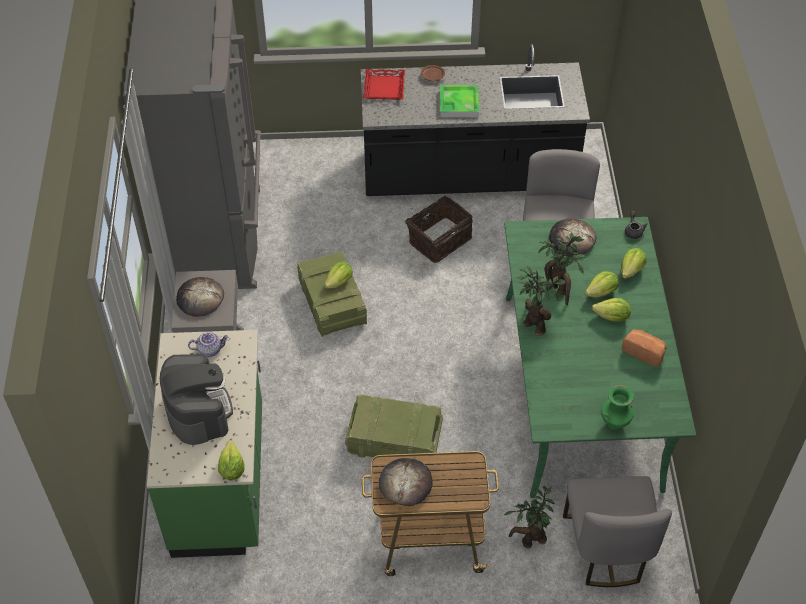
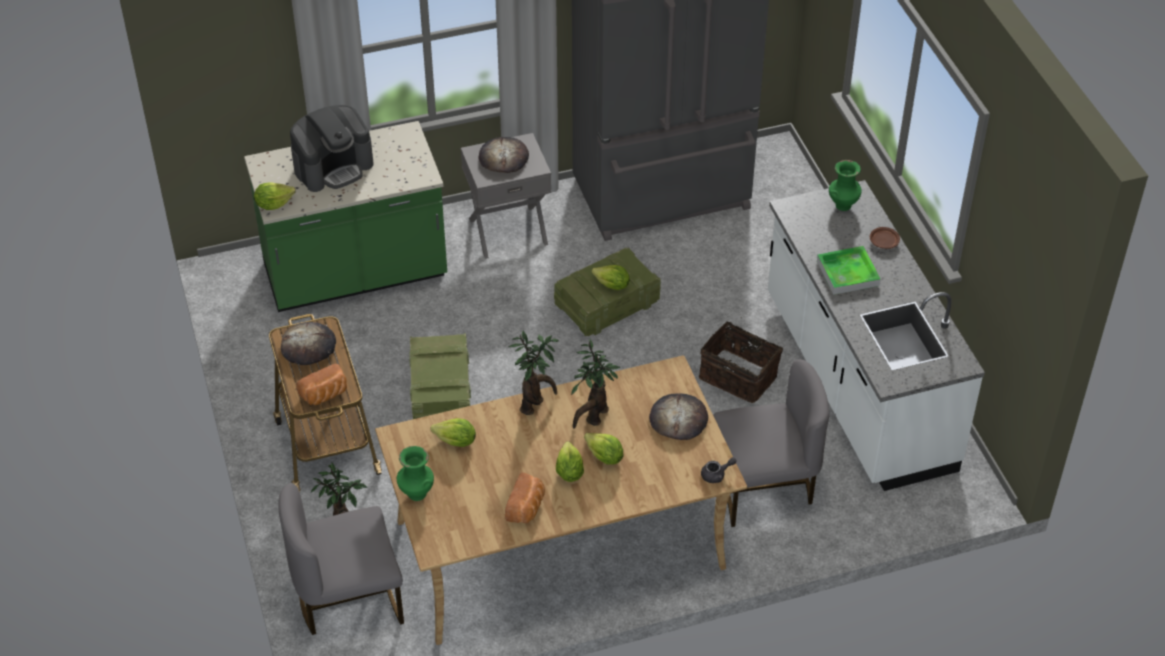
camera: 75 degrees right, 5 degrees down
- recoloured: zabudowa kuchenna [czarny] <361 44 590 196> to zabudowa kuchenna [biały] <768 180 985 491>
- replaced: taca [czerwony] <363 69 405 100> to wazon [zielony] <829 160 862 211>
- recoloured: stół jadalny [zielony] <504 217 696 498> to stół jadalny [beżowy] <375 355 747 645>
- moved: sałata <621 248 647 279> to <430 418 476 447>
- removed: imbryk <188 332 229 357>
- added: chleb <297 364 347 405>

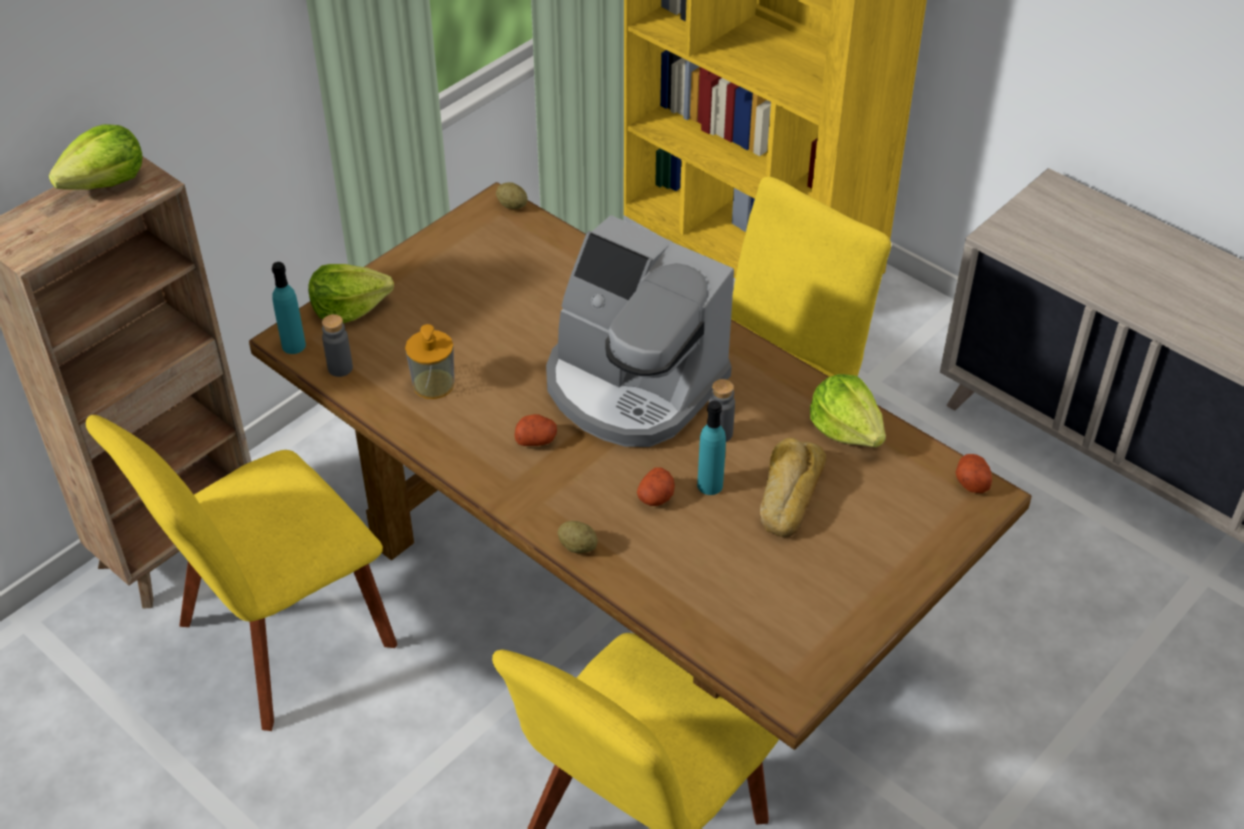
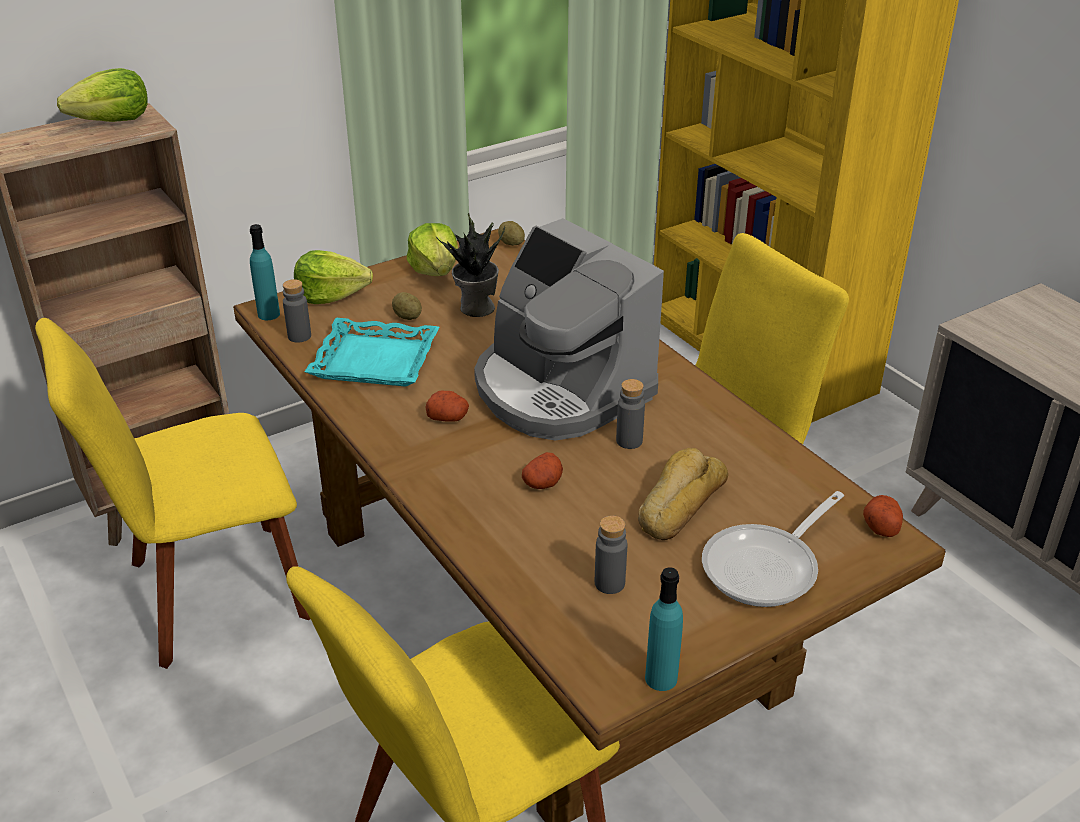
camera: 15 degrees right, 10 degrees down
- replaced: dozownik mydła <405 324 454 399> to taca [turkusowy] <305 318 439 387>
- moved: sałata <810 374 886 447> to <407 223 458 276>
- moved: butelka [turkusowy] <697 401 726 495> to <645 567 683 691>
- moved: ziemniak <557 521 598 553> to <392 292 422 320>
- added: roślina doniczkowa <436 213 505 317>
- added: patelnia <702 491 844 607>
- added: butelka [szary] <595 516 627 594>

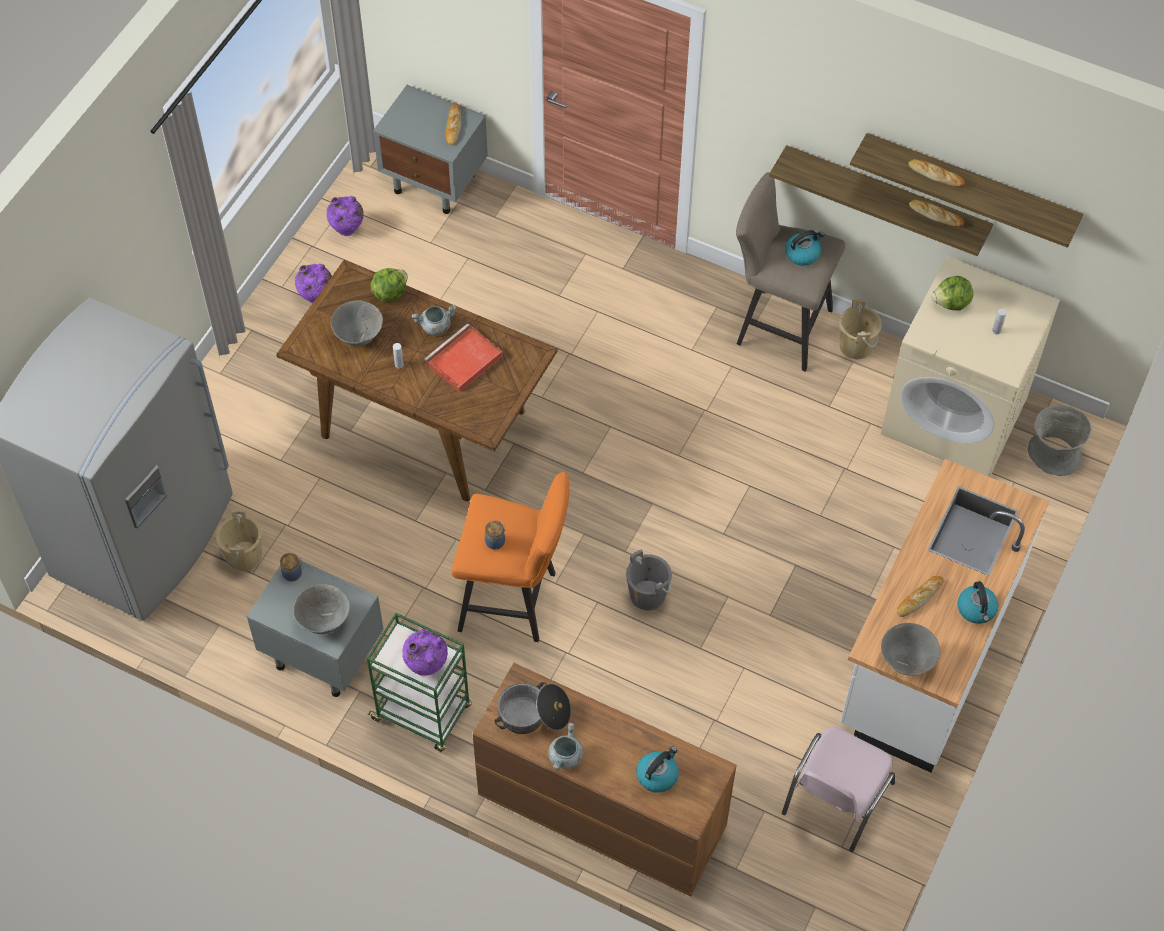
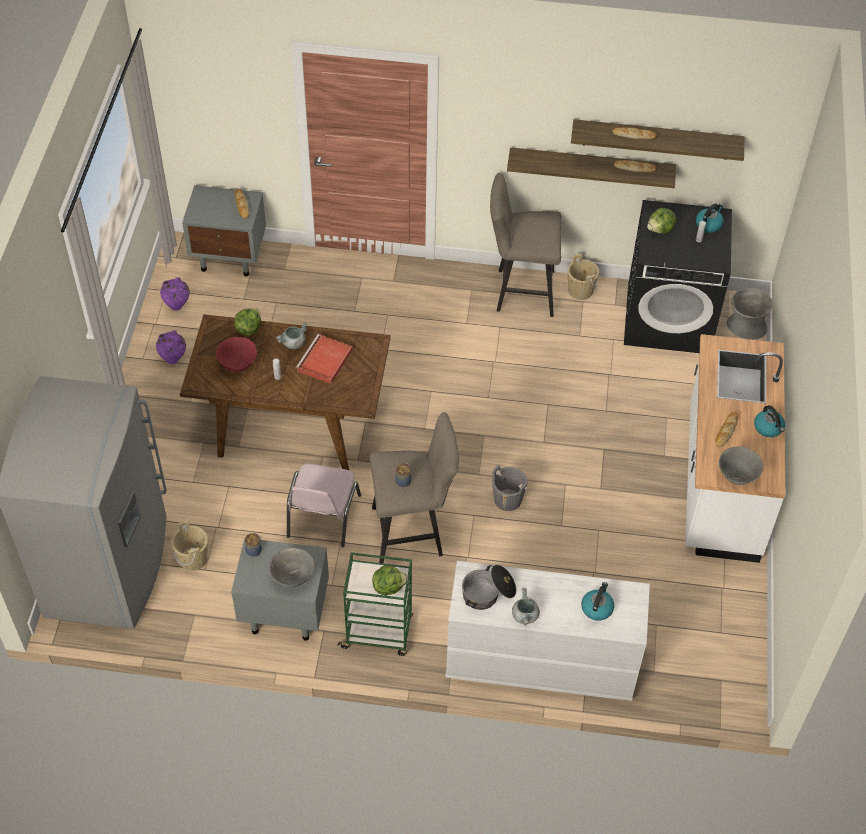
camera: 20 degrees left, 5 degrees down
- moved: czajnik <785 230 825 266> to <696 203 724 233>
- recoloured: pralka [beżowy] <881 256 1060 477> to pralka [czarny] <624 200 732 353>
- recoloured: miska [szary] <331 300 383 346> to miska [czerwony] <216 337 257 372>
- recoloured: stołek [pomarańczowy] <451 472 569 642> to stołek [beżowy] <369 412 459 563>
- replaced: wazon [fioletowy] <403 628 448 676> to sałata <372 565 408 595>
- recoloured: komoda [brązowy] <473 663 736 897> to komoda [biały] <446 561 650 701>
- moved: krzesło [różowy] <782 726 895 852> to <287 463 361 548>

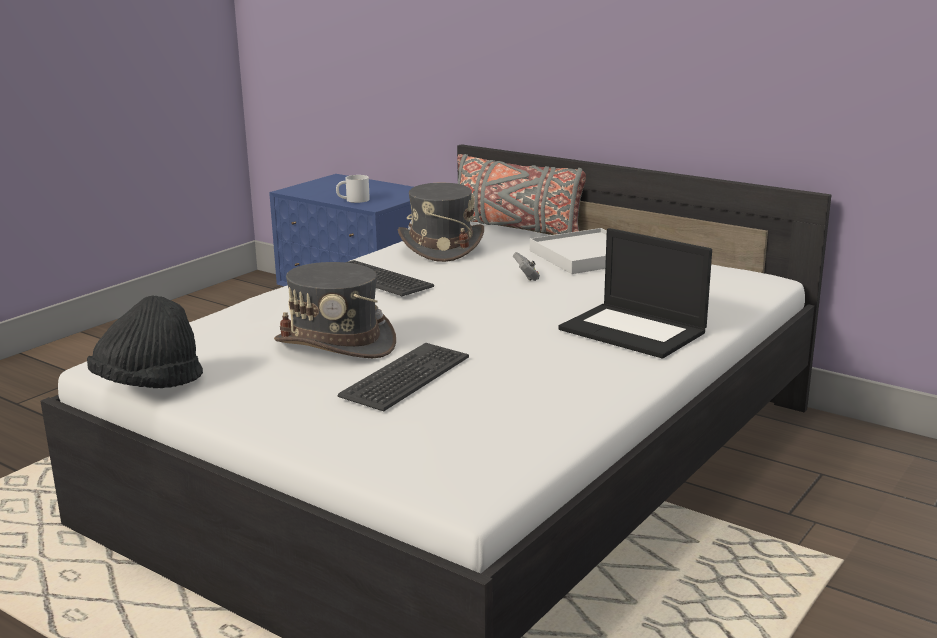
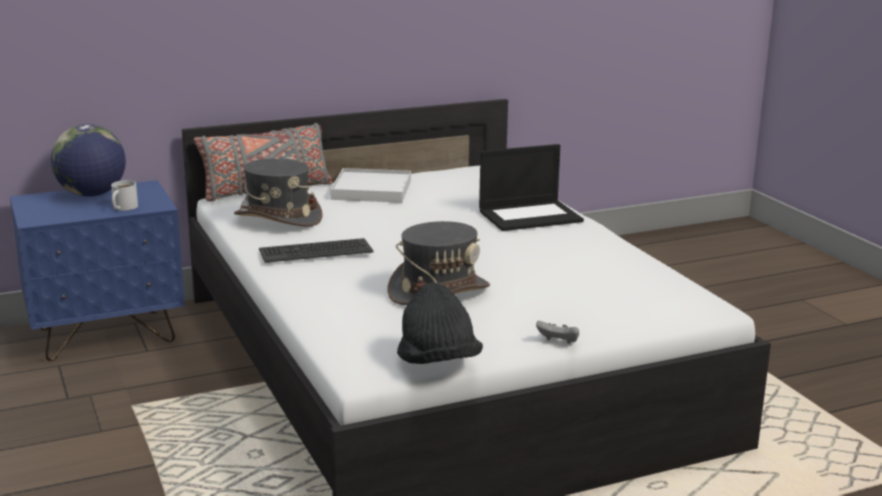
camera: 60 degrees left, 0 degrees up
- moved: pad do gier [szary] <513 252 540 281> to <536 321 579 344>
- removed: klawiatura <338 343 469 411>
- added: globus <51 124 126 197>

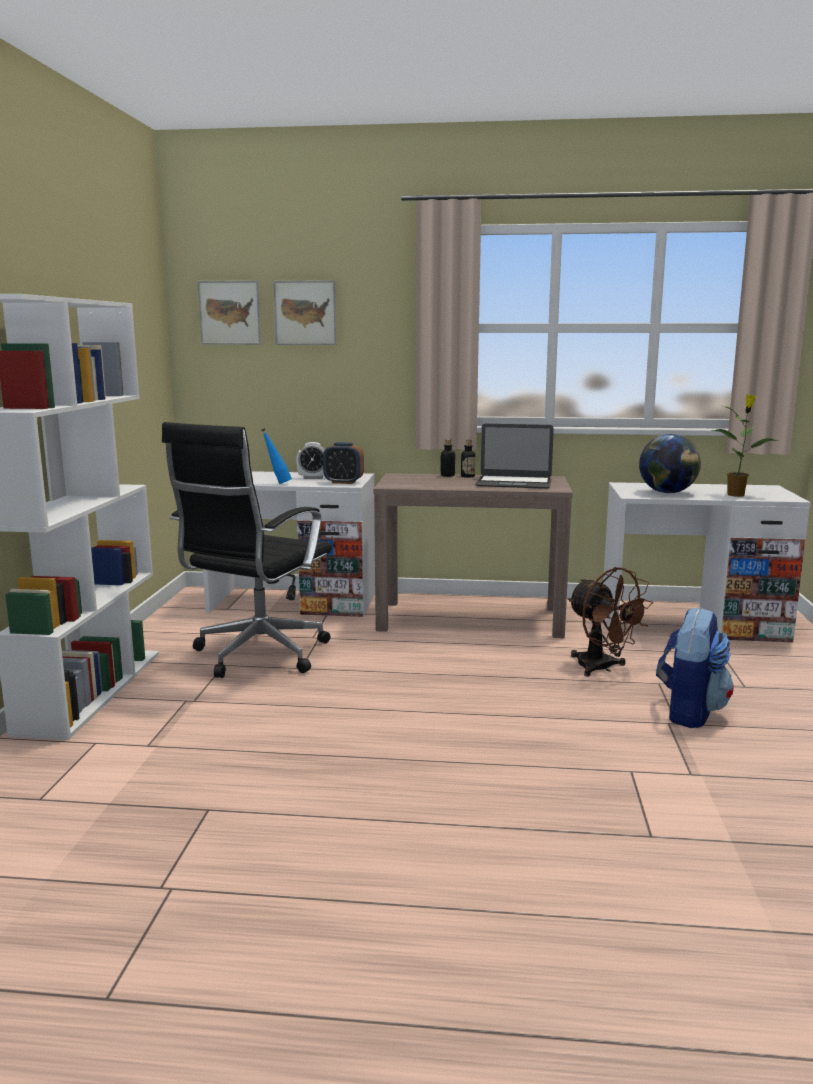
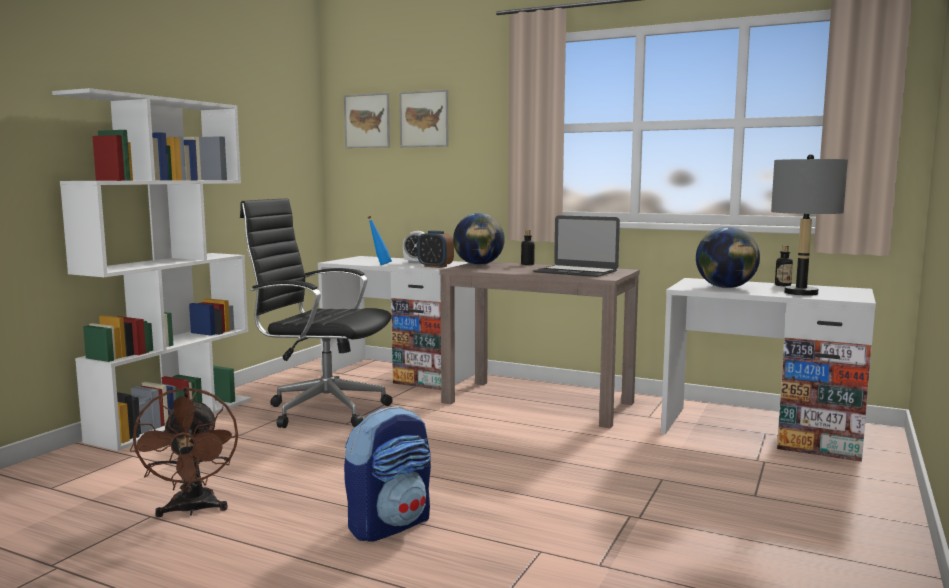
camera: 20 degrees right, 5 degrees down
- replaced: roślina doniczkowa <711 394 779 497> to lampa stołowa [szary] <771 154 848 296>
- turned: krzesło biurowe [czarny] <162 422 332 678> = <240 198 393 428> 60 degrees clockwise
- moved: butelka <461 440 475 478> to <775 246 793 286>
- moved: wentylator [brązowy] <568 567 653 677> to <130 387 238 517>
- moved: plecak <656 607 734 728> to <344 406 431 542>
- added: globus <453 213 505 265>

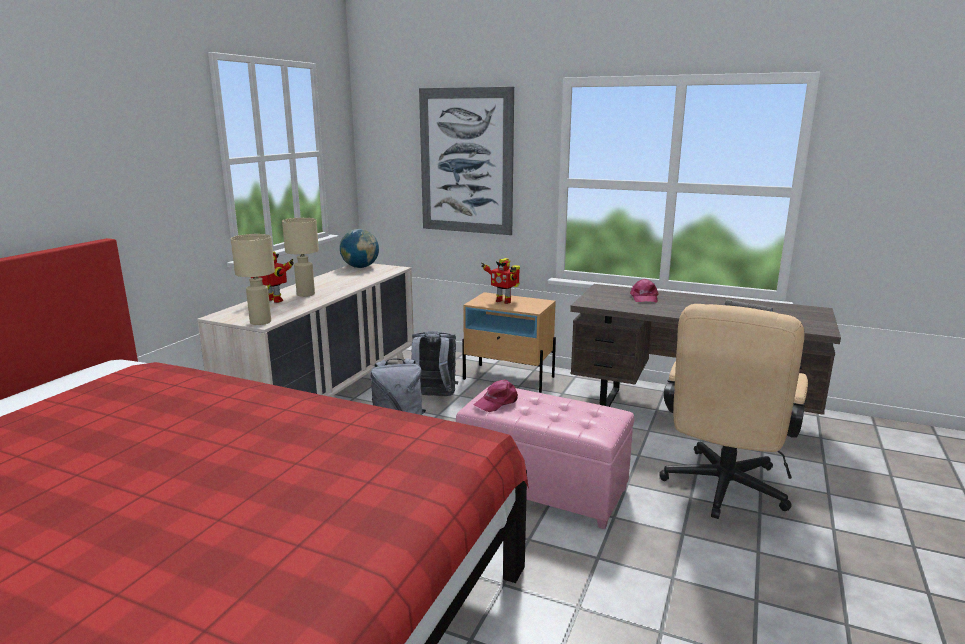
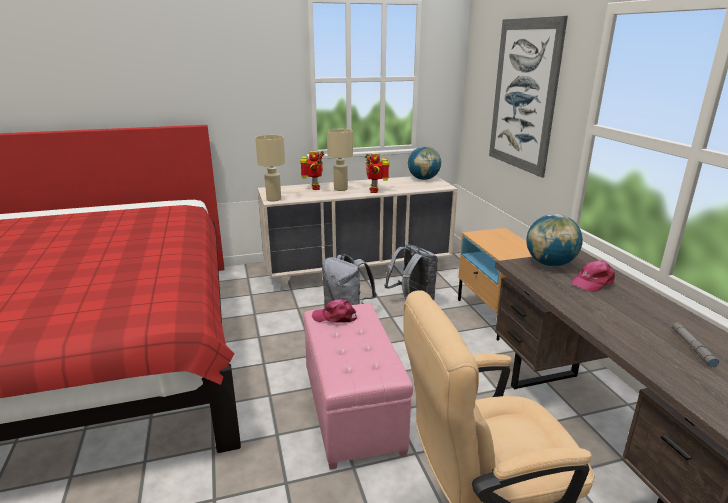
camera: 50 degrees right, 5 degrees up
- moved: robot zabawkowy <482 258 520 304> to <365 153 389 193>
- added: globus <526 214 583 267>

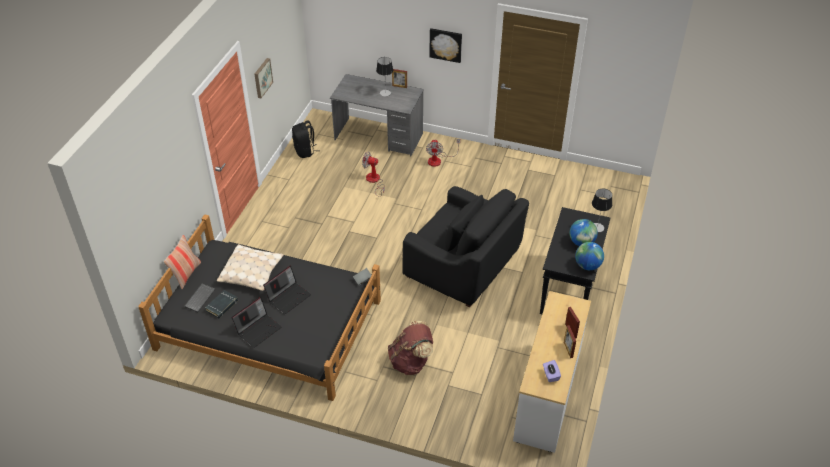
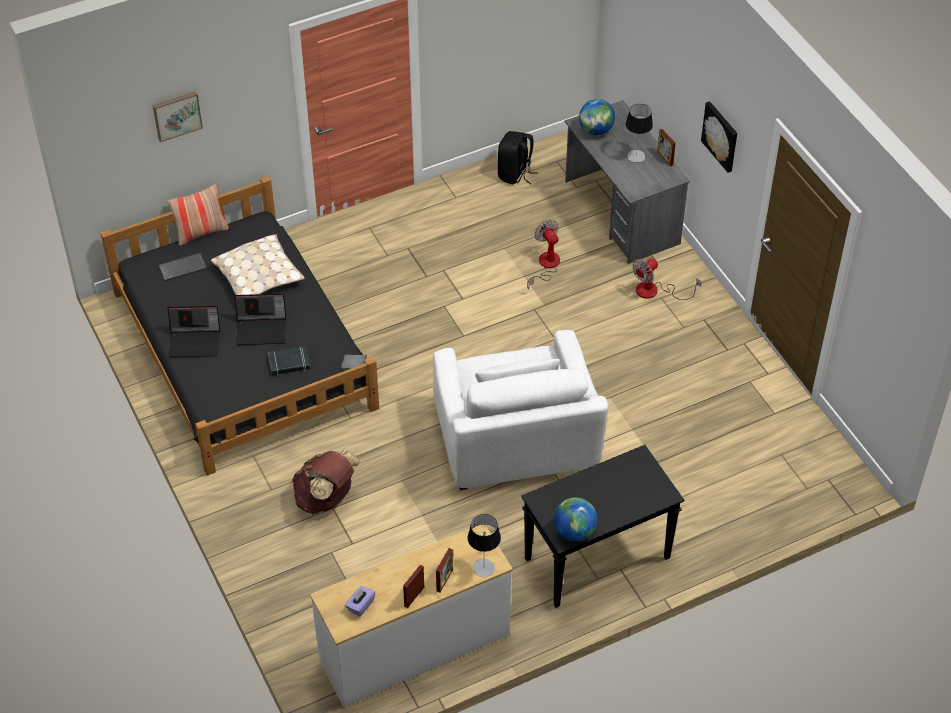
camera: 45 degrees right, 5 degrees up
- moved: obraz <254 58 273 98> to <153 91 203 142>
- recoloured: fotel [czarny] <402 186 529 307> to fotel [biały] <433 330 609 490>
- moved: lampa stołowa <592 189 612 232> to <468 514 501 577>
- moved: globus <569 219 598 246> to <579 99 615 135>
- moved: książka [czarny] <205 290 238 319> to <268 346 311 375>

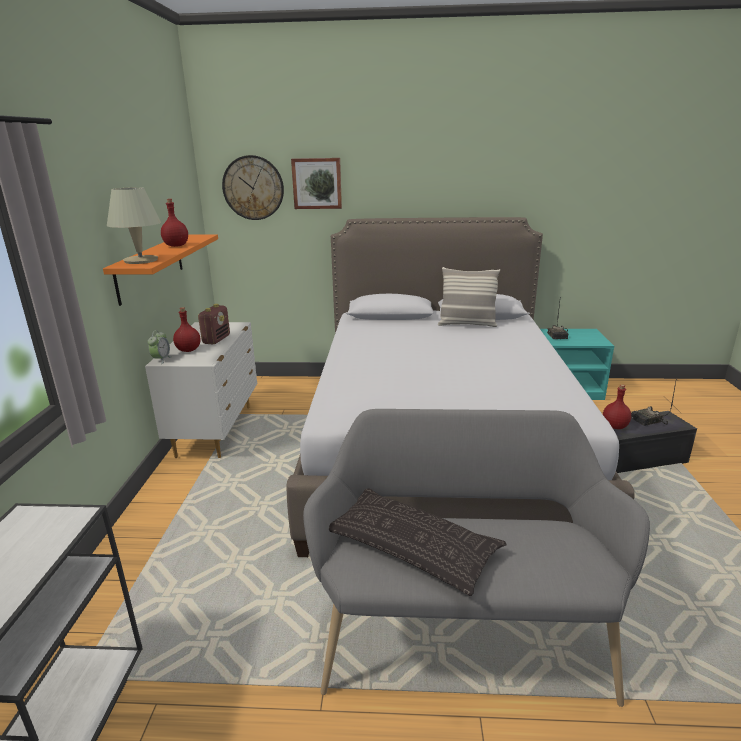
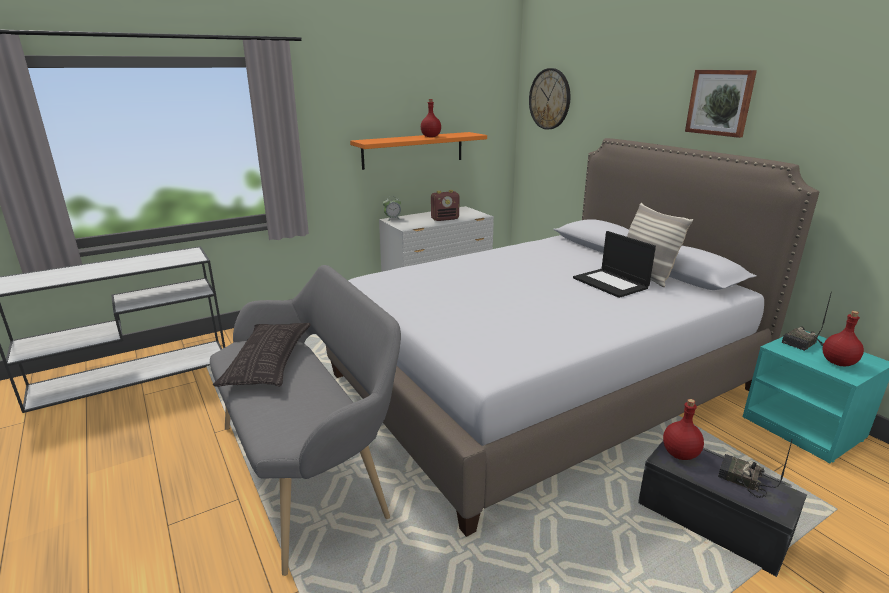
camera: 55 degrees right, 0 degrees up
- moved: obraz <291 158 342 209> to <685 70 757 138>
- removed: lampa stołowa [beżowy] <107 187 161 264>
- moved: butelka [czerwony] <173 307 201 352> to <823 311 864 366>
- added: laptop <573 231 656 298>

